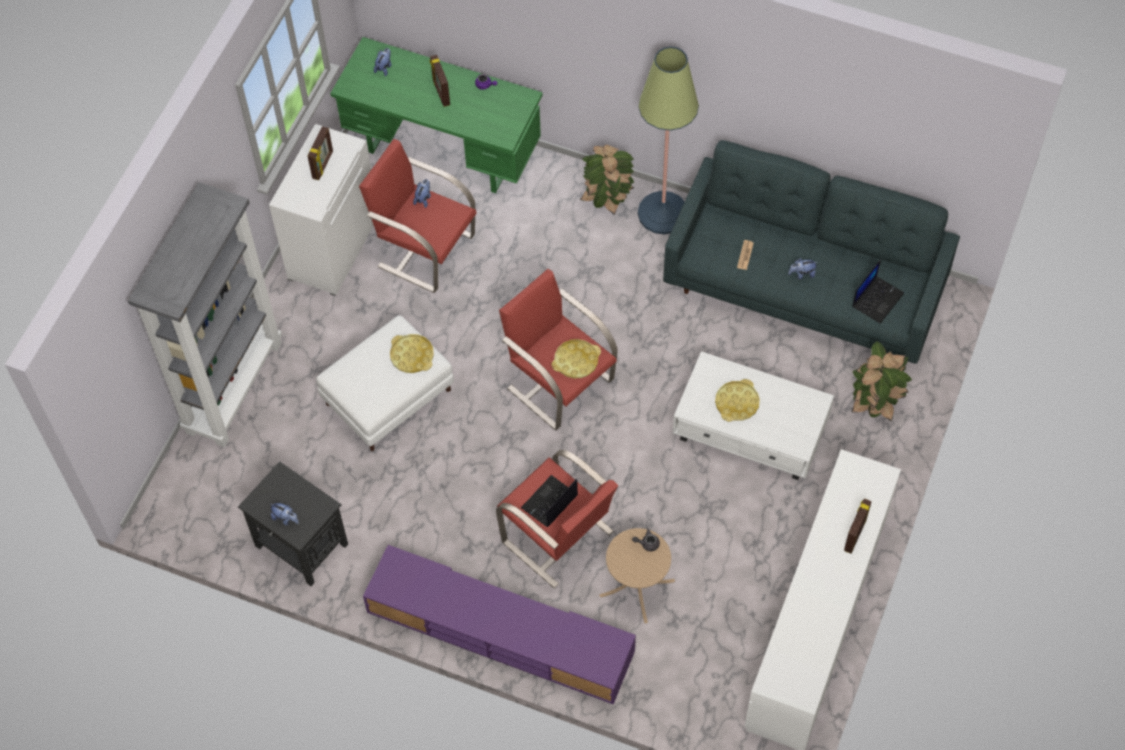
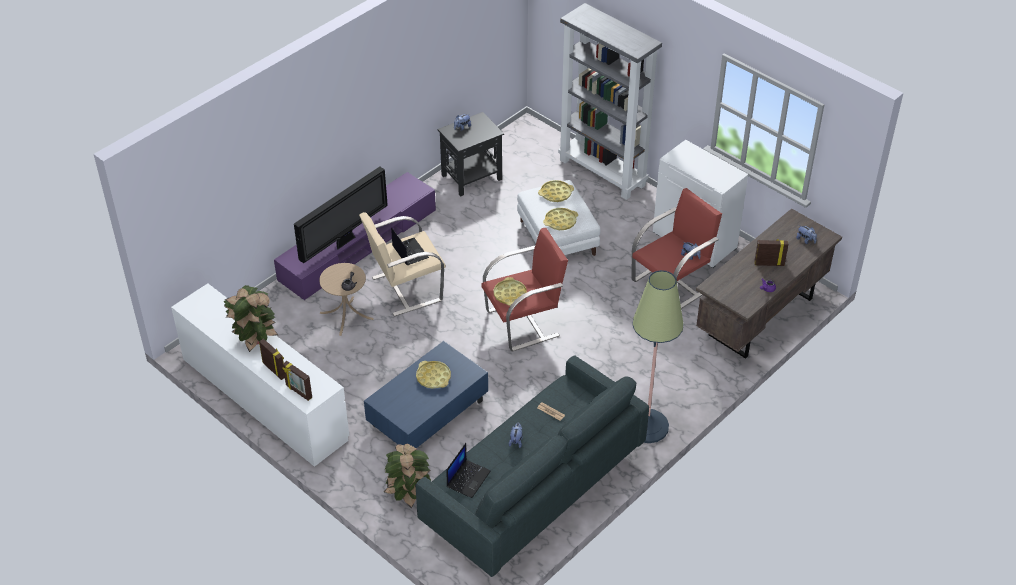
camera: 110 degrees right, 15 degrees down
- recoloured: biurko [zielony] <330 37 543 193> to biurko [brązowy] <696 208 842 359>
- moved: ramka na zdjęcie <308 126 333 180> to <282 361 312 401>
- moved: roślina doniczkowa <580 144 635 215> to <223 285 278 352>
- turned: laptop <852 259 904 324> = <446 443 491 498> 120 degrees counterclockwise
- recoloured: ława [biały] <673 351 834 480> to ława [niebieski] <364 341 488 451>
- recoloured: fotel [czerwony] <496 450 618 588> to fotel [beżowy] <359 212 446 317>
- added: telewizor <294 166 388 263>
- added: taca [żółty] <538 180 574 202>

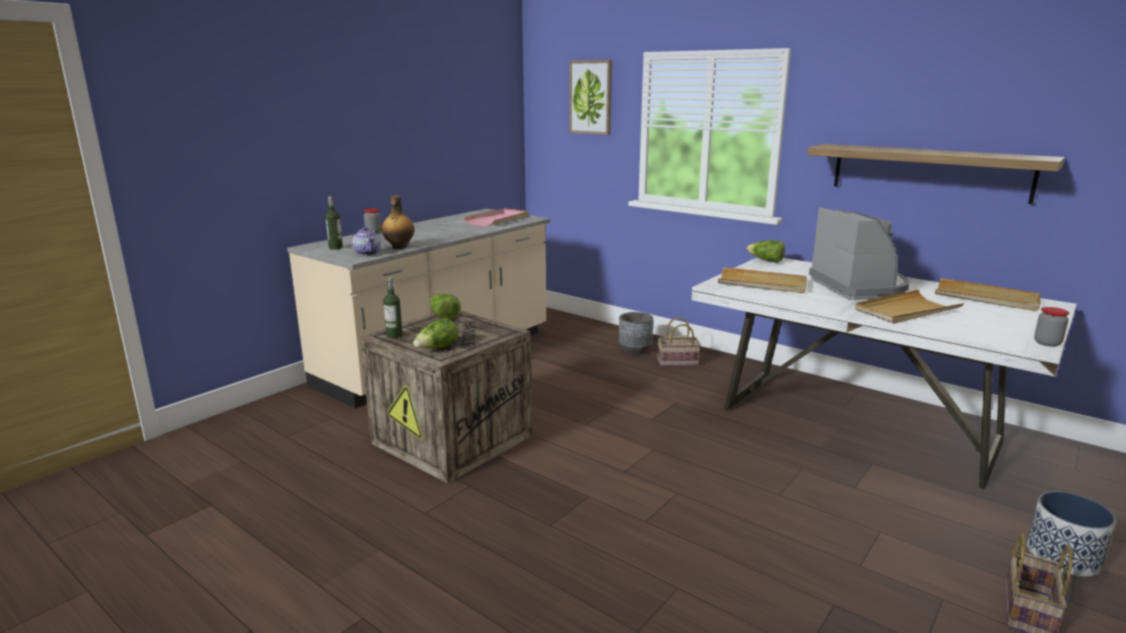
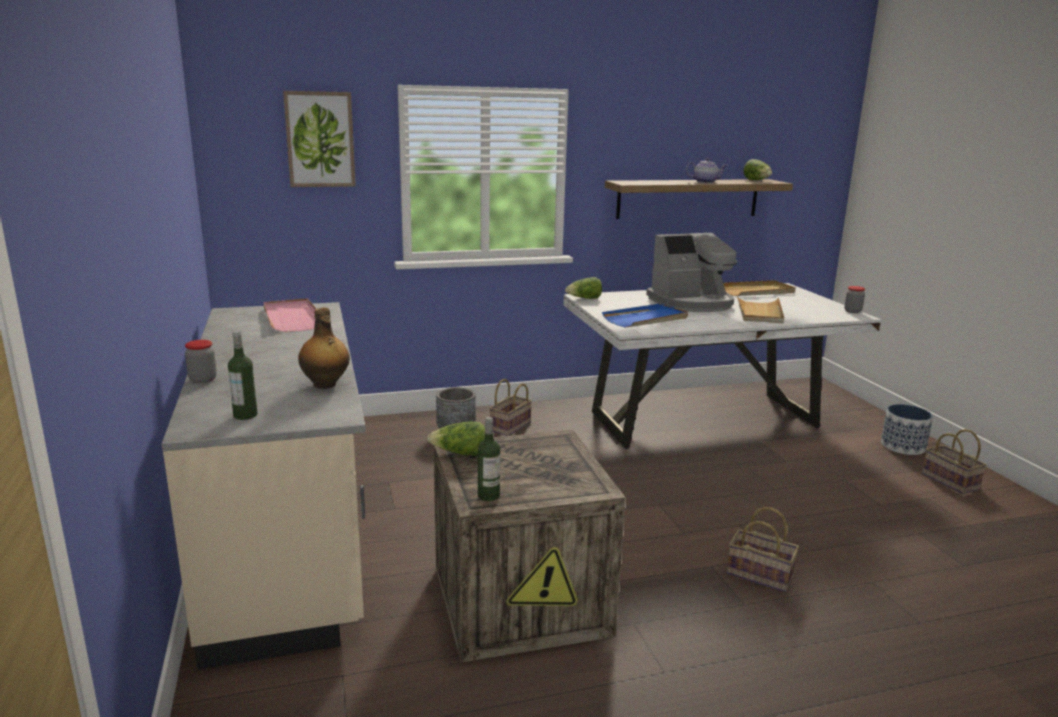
camera: 55 degrees left, 0 degrees up
- turned: ekspres do kawy <809 207 909 300> = <646 233 737 312> 135 degrees clockwise
- moved: imbryk <352 227 381 255> to <686 158 727 183>
- recoloured: taca [beżowy] <718 267 807 293> to taca [niebieski] <602 303 688 328>
- moved: sałata <414 318 458 348> to <743 159 772 180>
- added: koszyk <727 507 799 592>

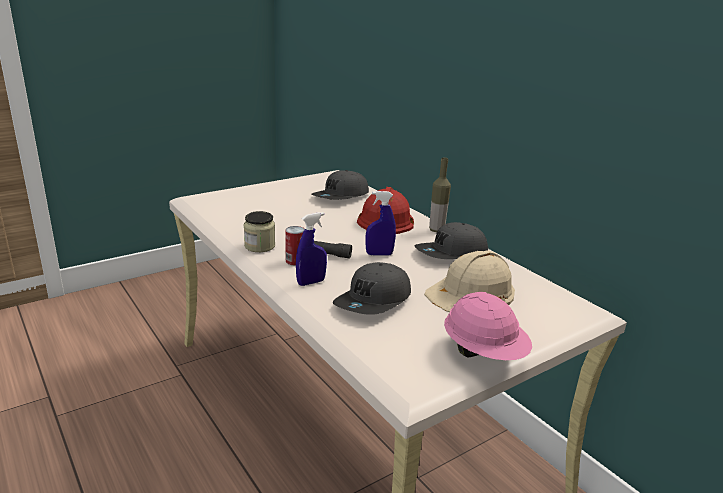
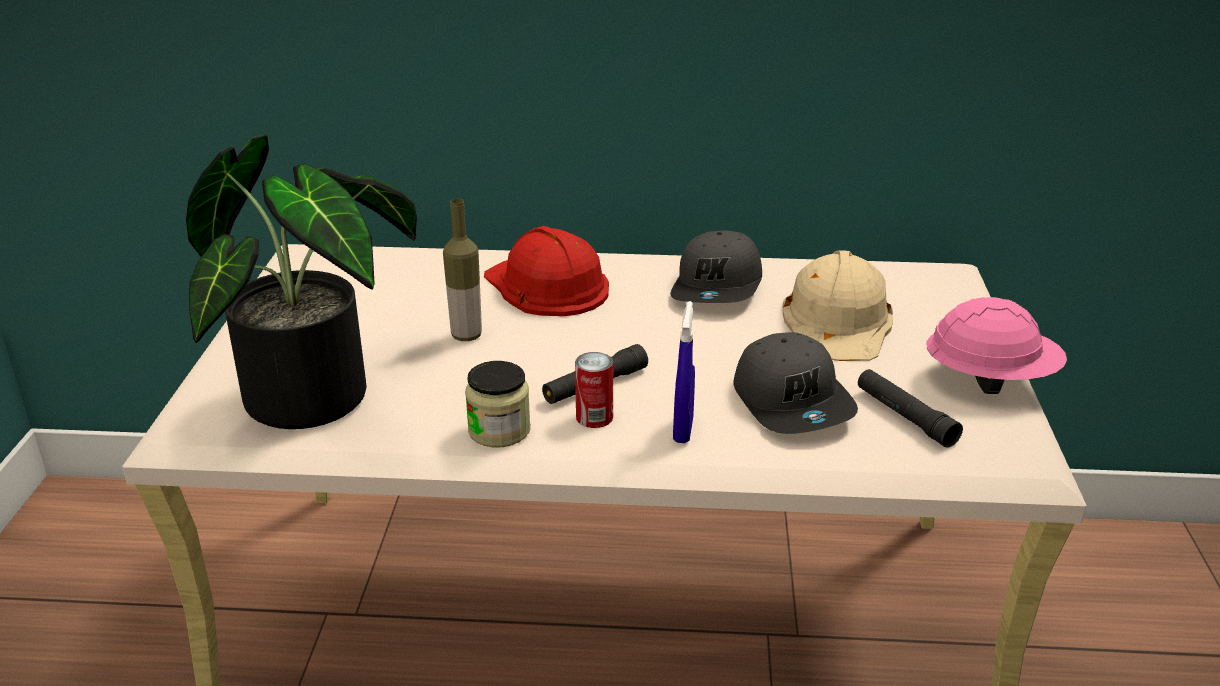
camera: 50 degrees left, 5 degrees up
- moved: butelka <429 158 451 232> to <443 199 482 341>
- removed: czapka z daszkiem [szary] <311 170 369 200>
- removed: spryskiwacz [niebieski] <366 191 396 256>
- added: roślina doniczkowa <186 134 417 429>
- added: latarka [czarny] <858 369 963 448>

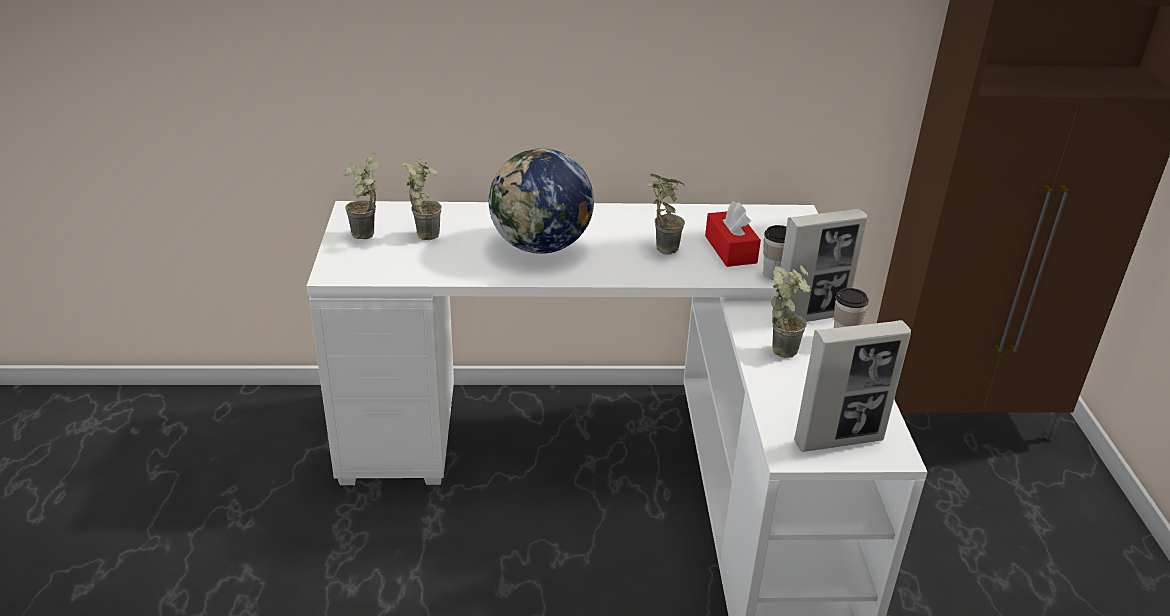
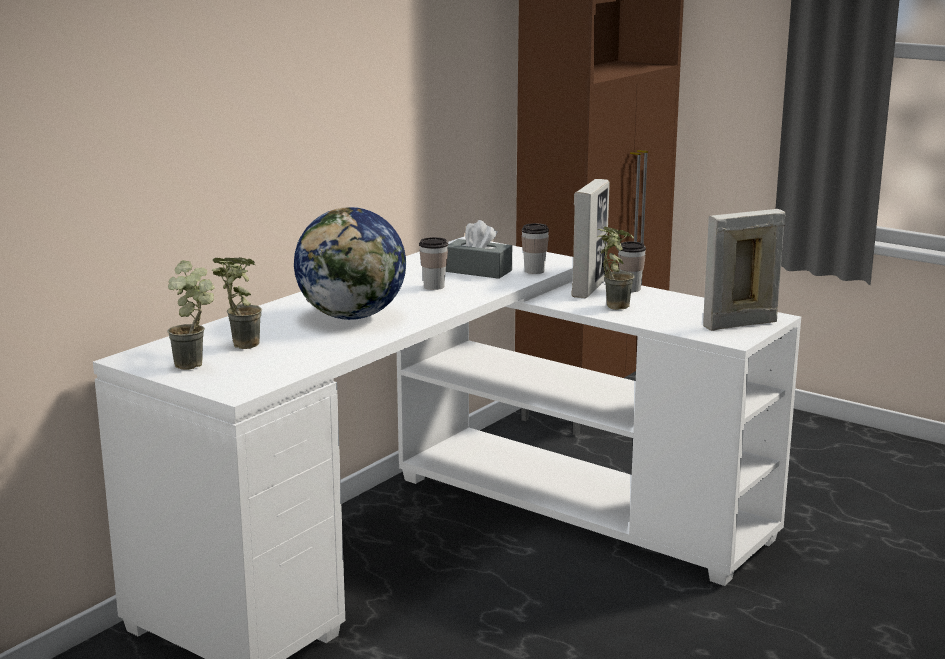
camera: 50 degrees left, 15 degrees down
- replaced: roślina doniczkowa <647 174 685 255> to filiżanka <419 237 448 290>
- recoloured: pudełko chusteczek [czerwony] <705 201 761 267> to pudełko chusteczek [szary] <446 220 512 279>
- turned: ramka na zdjęcie <794 320 911 452> = <703 209 785 331> 135 degrees counterclockwise

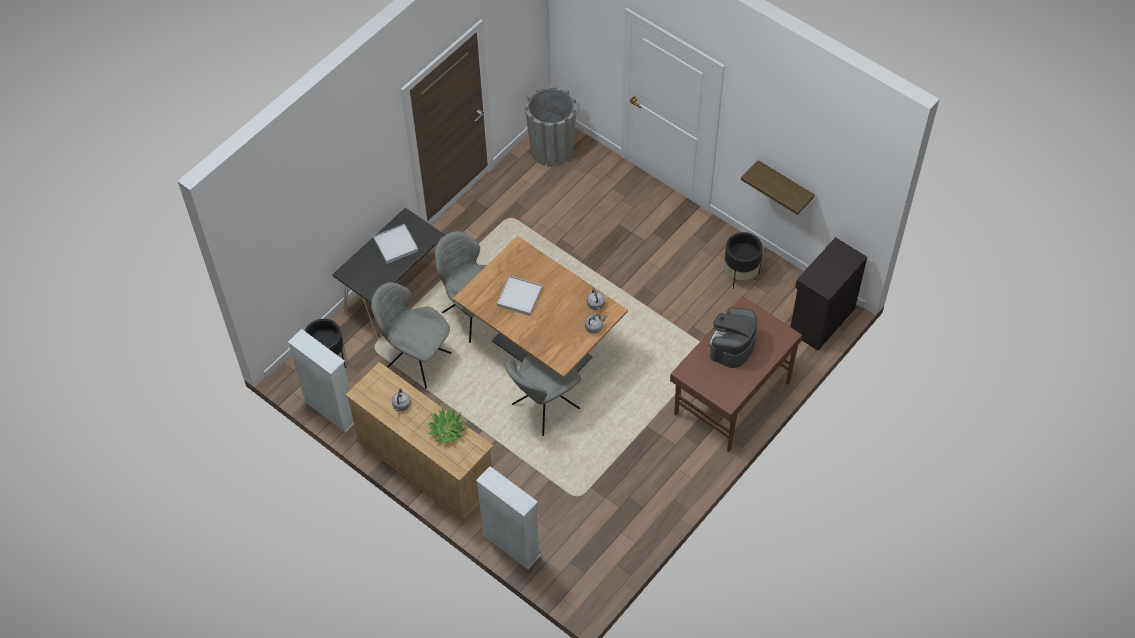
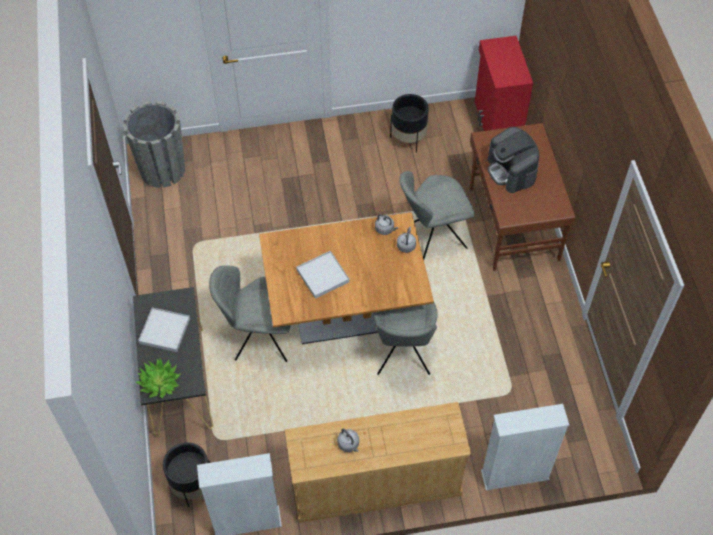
camera: 50 degrees left, 0 degrees up
- removed: półka <741 160 815 215>
- recoloured: szafka [czarny] <790 237 867 351> to szafka [czerwony] <475 35 533 131>
- moved: krzesło [szary] <371 282 451 389> to <399 171 475 259>
- moved: roślina doniczkowa <427 406 468 444> to <135 359 181 398>

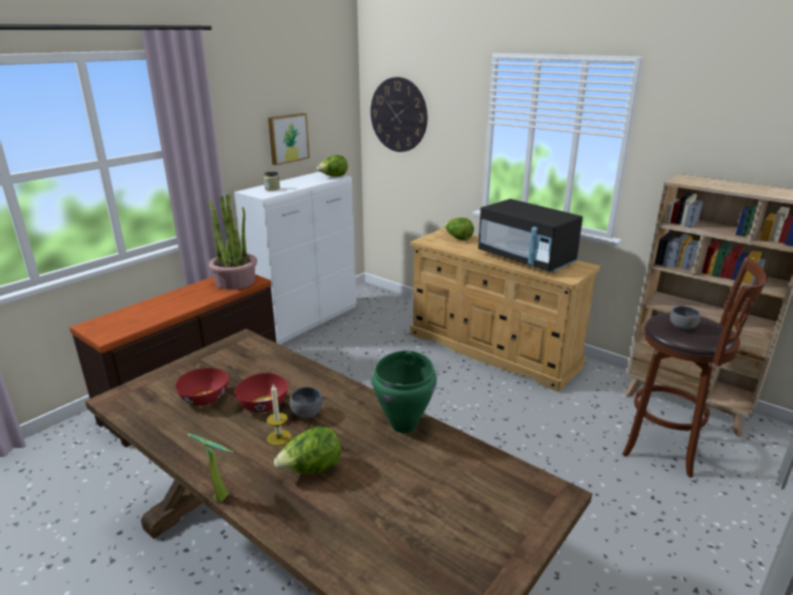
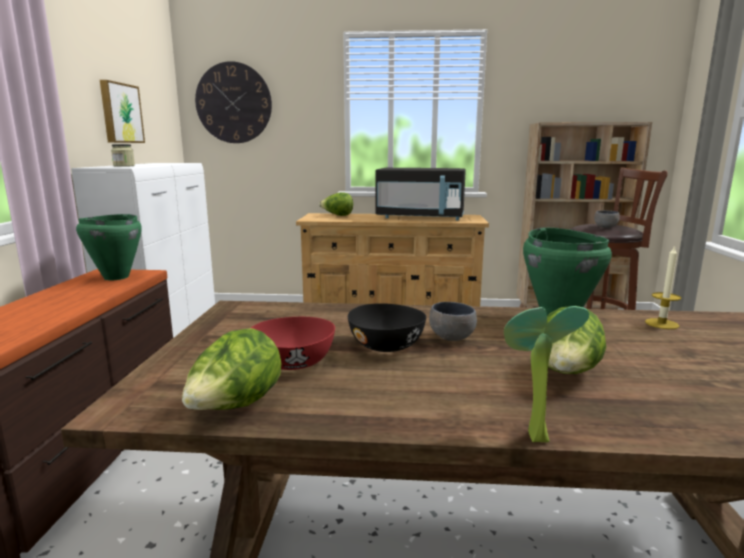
camera: 35 degrees left, 10 degrees down
- moved: sałata <317 155 348 177> to <182 328 281 410>
- replaced: roślina doniczkowa <208 194 257 290> to garnek [zielony] <76 214 142 280>
- recoloured: miska [czerwony] <235 373 288 413> to miska [czarny] <348 303 426 352>
- moved: świeca <267 384 291 446> to <645 245 681 329>

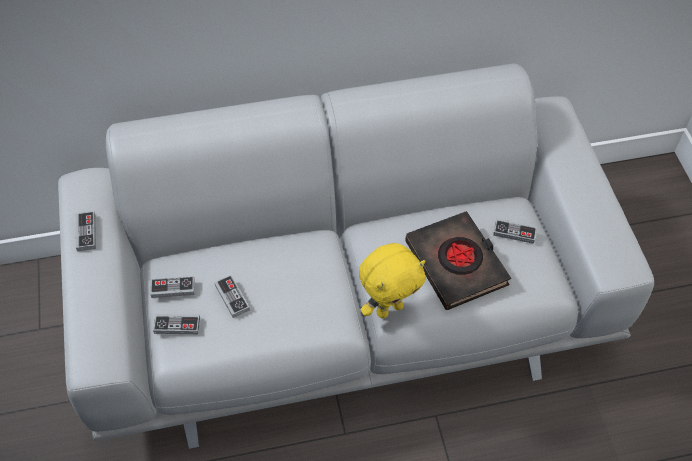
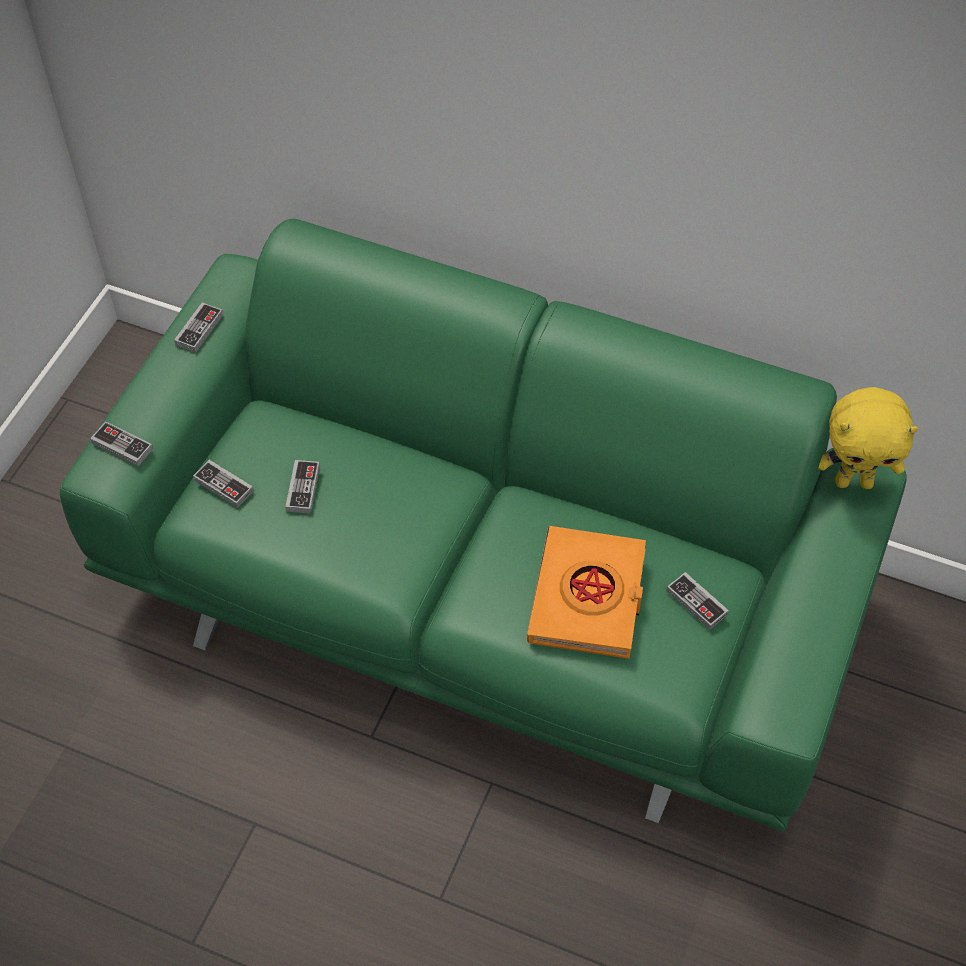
camera: 35 degrees right, 0 degrees up
- recoloured: kanapa [szary] <58 63 654 449> to kanapa [zielony] <60 218 907 831>
- recoloured: książka [czarny] <405 211 511 310> to książka [pomarańczowy] <527 526 646 659>
- moved: pluszak [żółty] <359 243 425 318> to <819 387 918 489>
- moved: pad do gier <150 276 195 298> to <90 421 153 466>

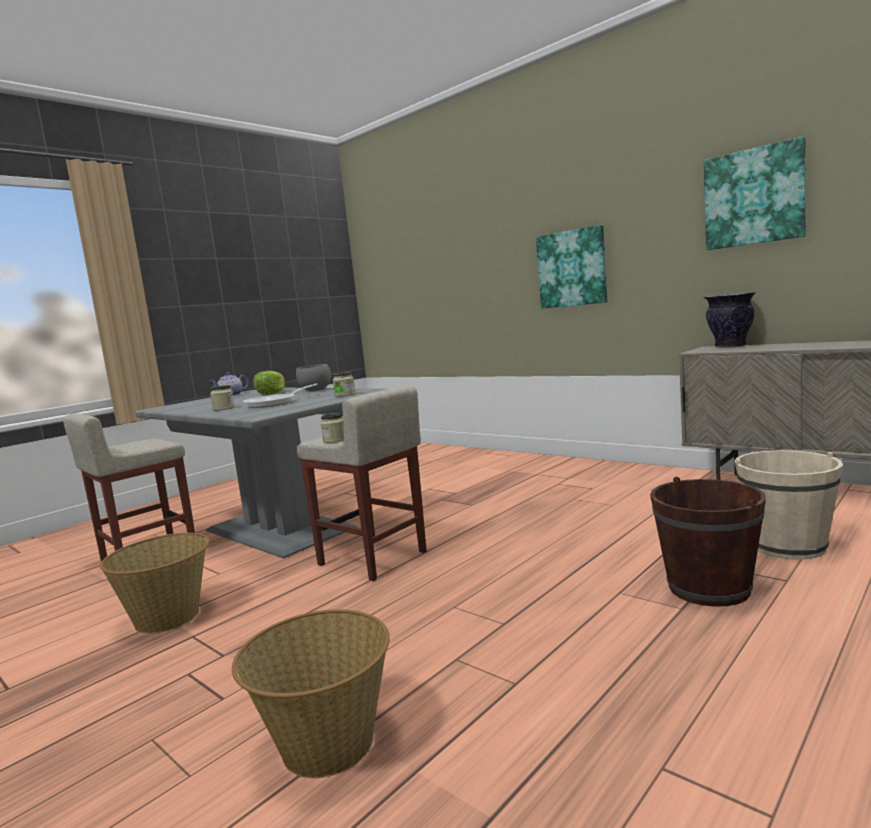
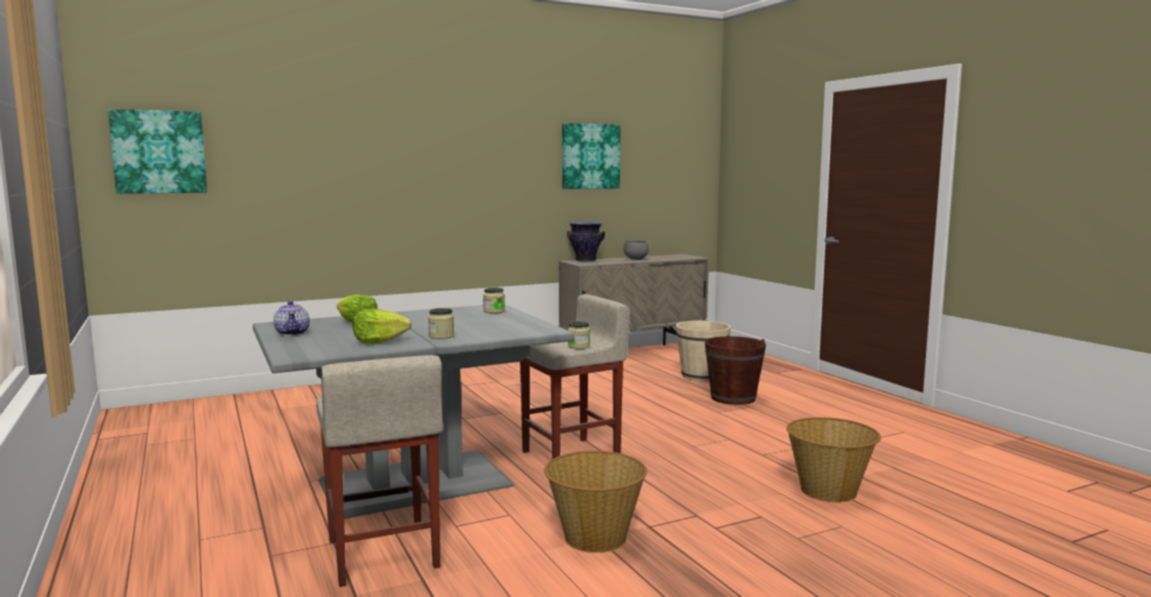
camera: 70 degrees left, 0 degrees up
- moved: obraz <536 225 607 309> to <108 109 207 194>
- moved: miska [szary] <296 364 331 392> to <624 240 649 260>
- removed: patelnia <243 384 318 408>
- added: sałata <353 308 411 344>

